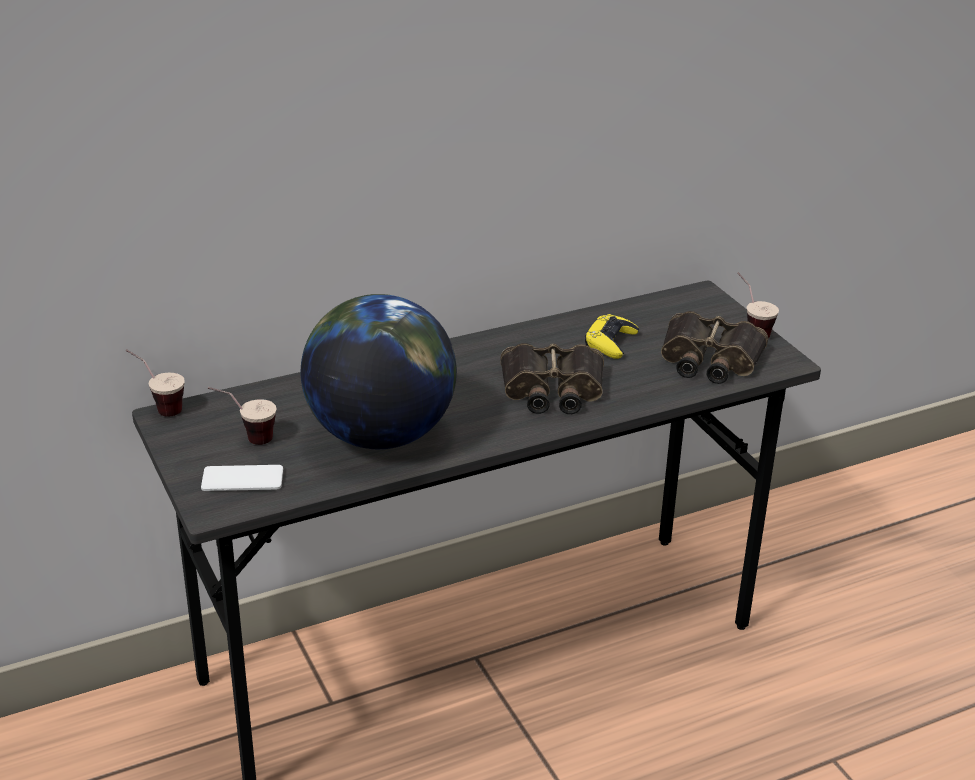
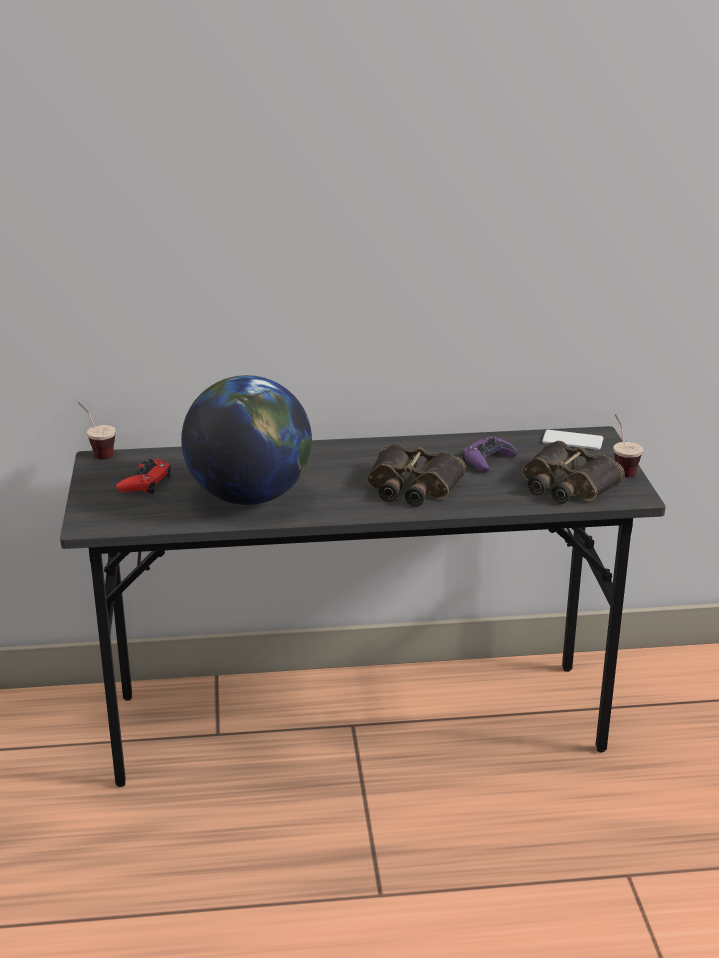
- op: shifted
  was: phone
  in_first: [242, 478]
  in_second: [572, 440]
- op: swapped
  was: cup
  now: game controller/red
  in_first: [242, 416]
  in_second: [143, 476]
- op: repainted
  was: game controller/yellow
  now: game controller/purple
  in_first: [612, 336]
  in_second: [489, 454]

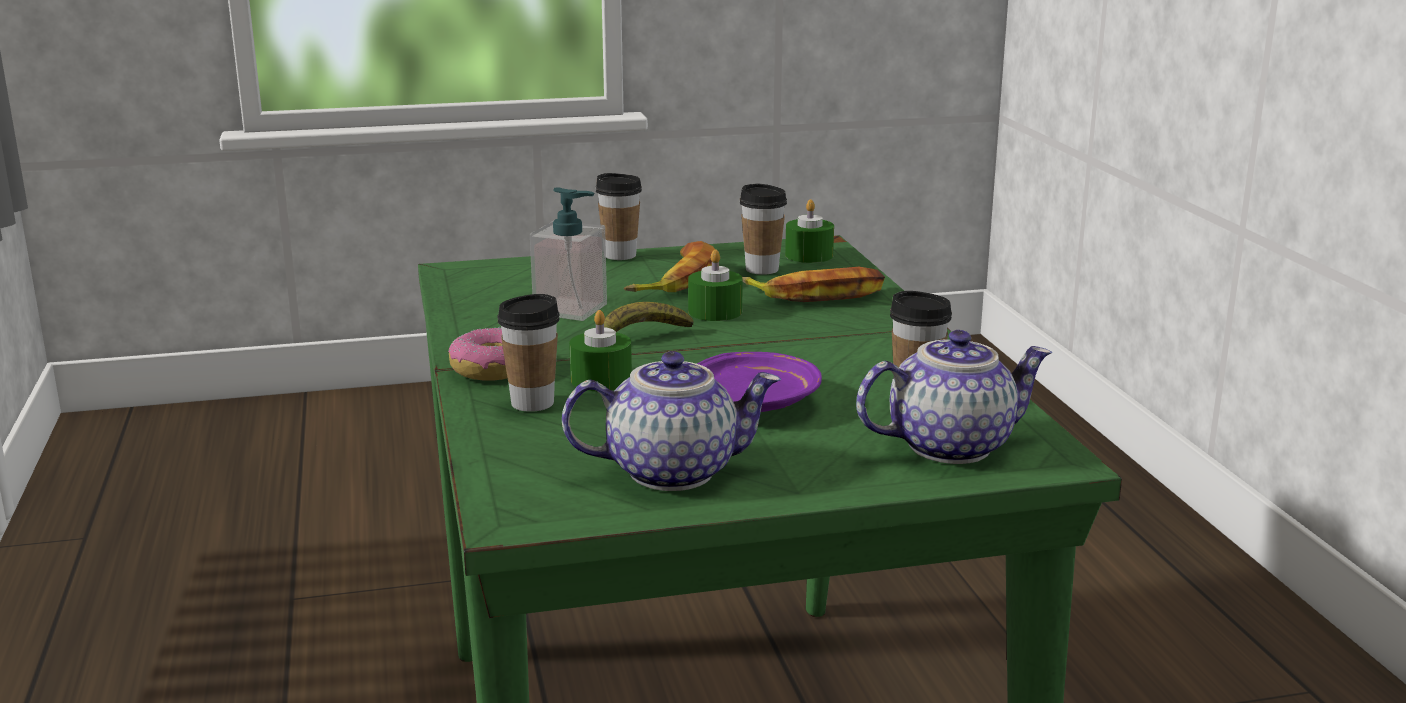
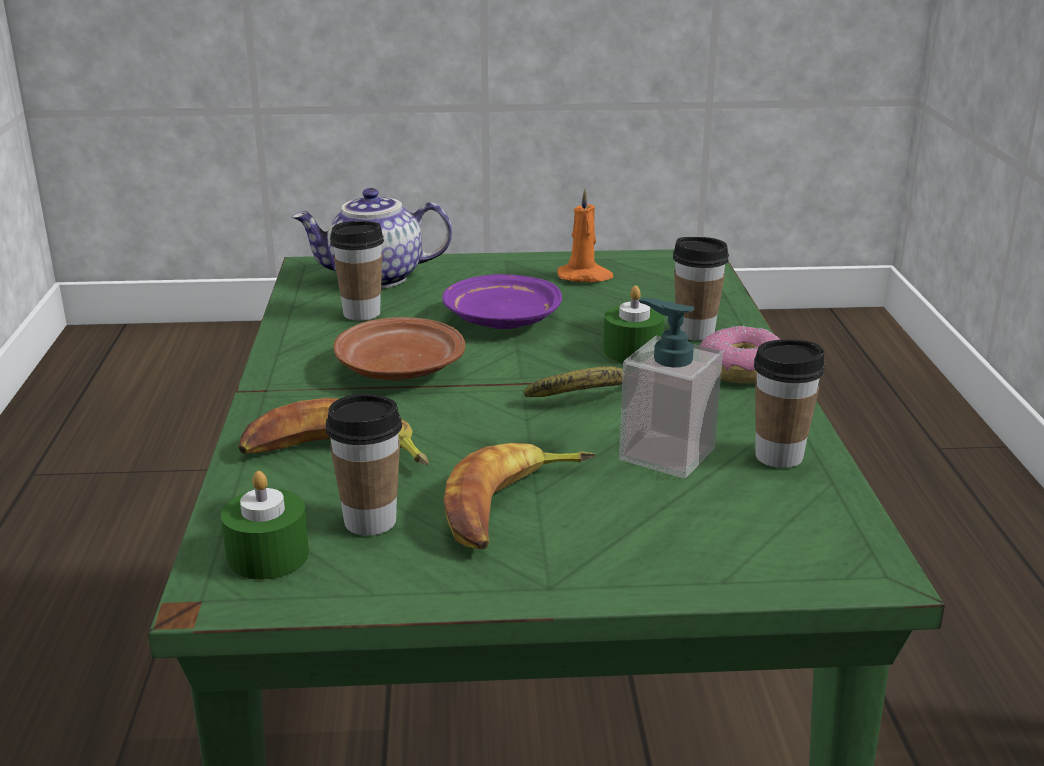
- op: gone
  was: candle/green
  in_first: [715, 285]
- op: new
  now: plate/brown
  in_second: [399, 349]
- op: shifted
  was: cup
  in_first: [619, 216]
  in_second: [789, 404]
- op: swapped
  was: teapot
  now: candle/orange
  in_first: [671, 421]
  in_second: [585, 235]

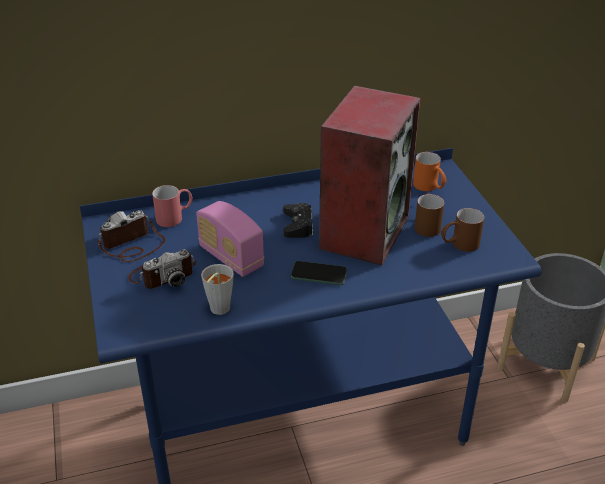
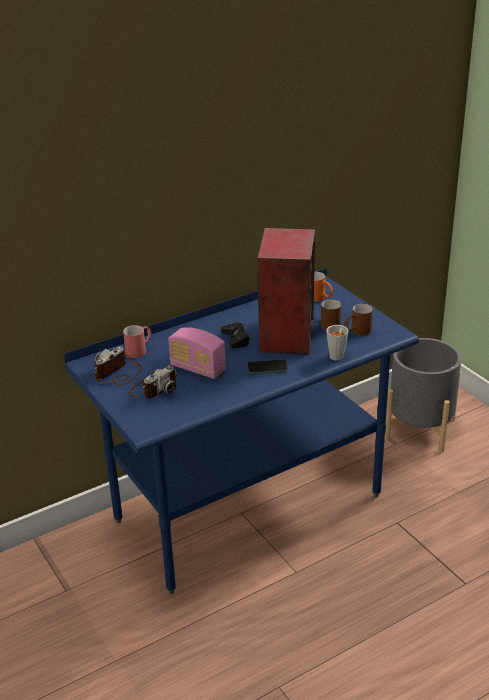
- op: shifted
  was: cup/grey
  in_first: [217, 289]
  in_second: [337, 343]

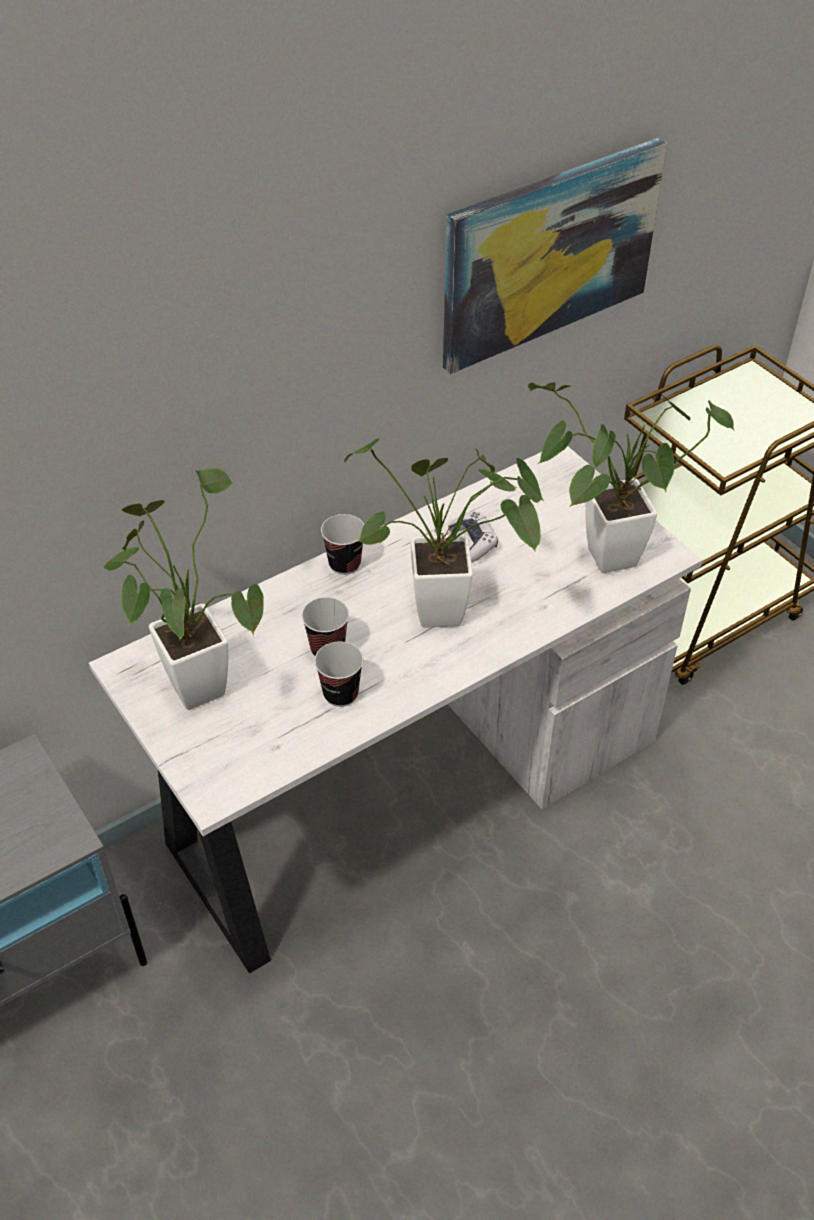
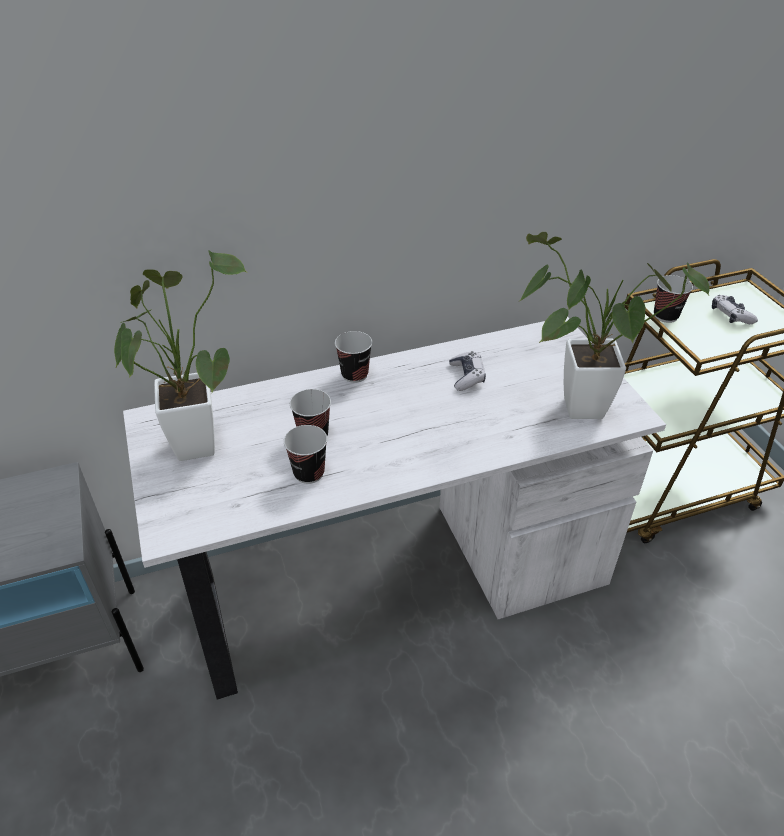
- op: gone
  was: potted plant
  in_first: [444, 533]
- op: gone
  was: picture
  in_first: [555, 256]
- op: new
  now: cup
  in_second: [673, 299]
- op: new
  now: game controller
  in_second: [735, 309]

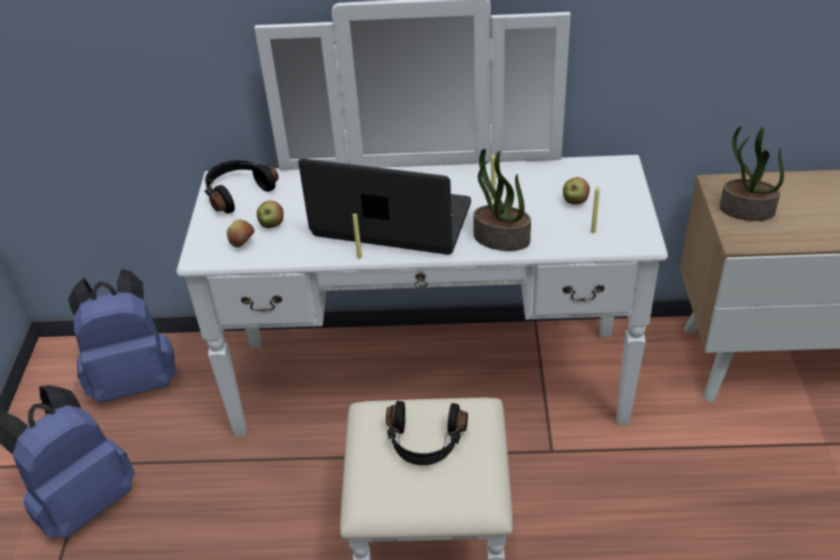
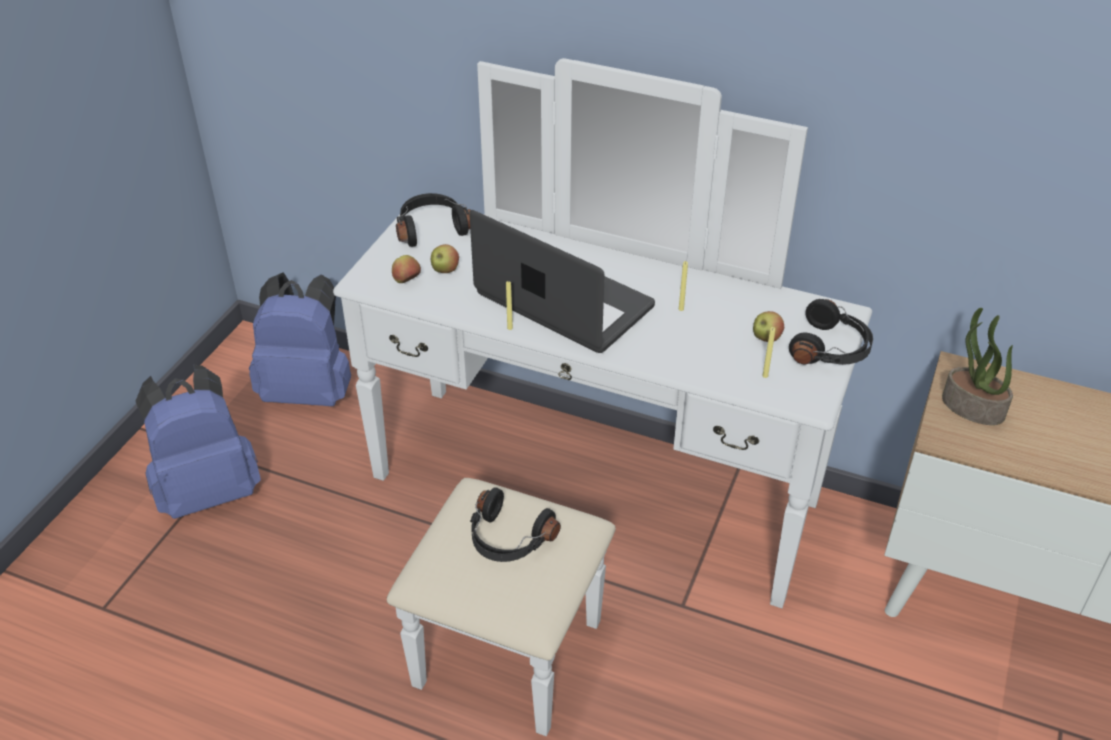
- op: gone
  was: potted plant
  in_first: [502, 200]
- op: new
  now: headphones/black
  in_second: [831, 332]

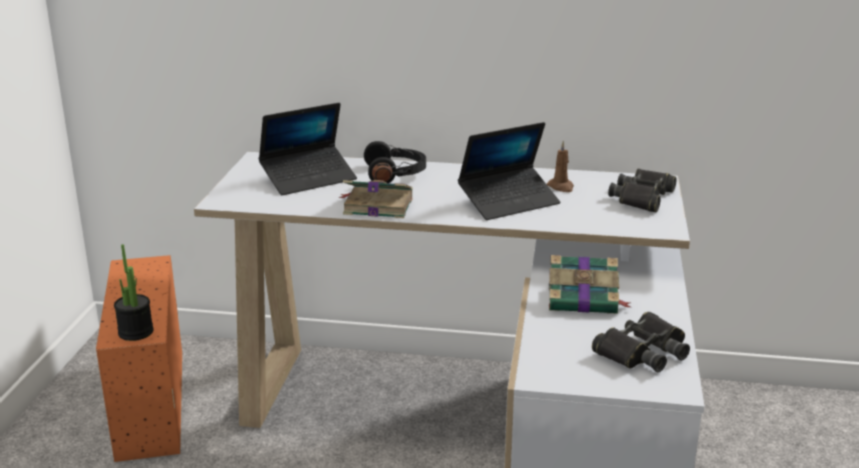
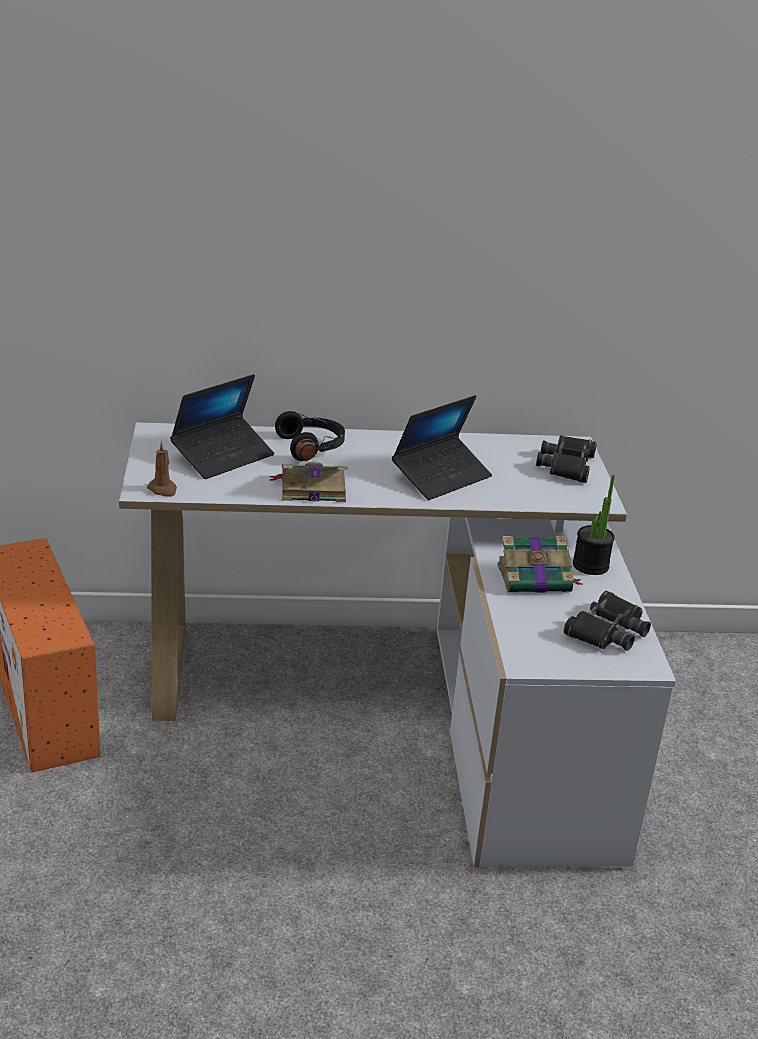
- op: shifted
  was: potted plant
  in_first: [134, 292]
  in_second: [594, 525]
- op: shifted
  was: candle/brown
  in_first: [560, 166]
  in_second: [162, 469]

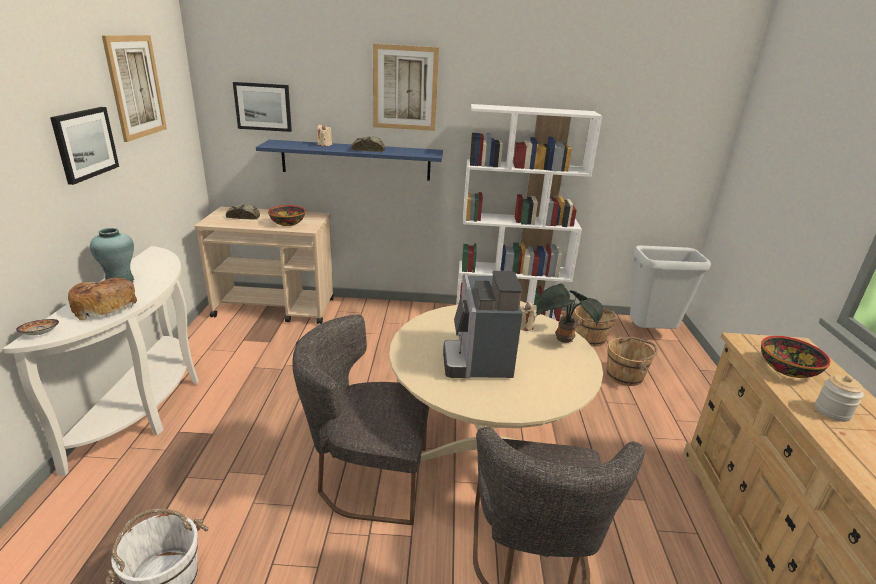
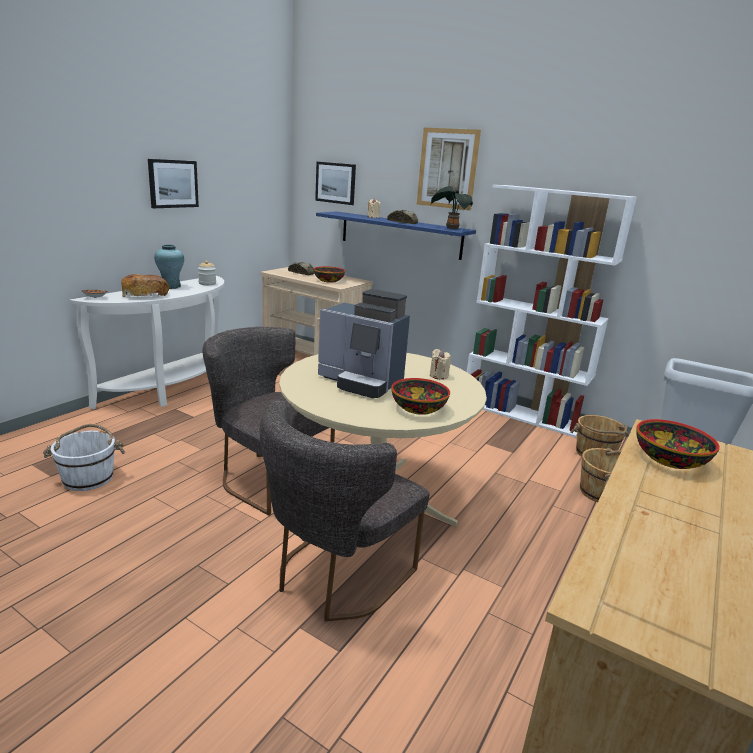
- op: gone
  was: picture
  in_first: [134, 88]
- op: new
  now: bowl
  in_second: [420, 396]
- op: shifted
  was: potted plant
  in_first: [570, 313]
  in_second: [451, 208]
- op: shifted
  was: jar
  in_first: [839, 398]
  in_second: [207, 273]
- op: rotated
  was: coffee machine
  in_first: [482, 324]
  in_second: [364, 344]
  clockwise: -90

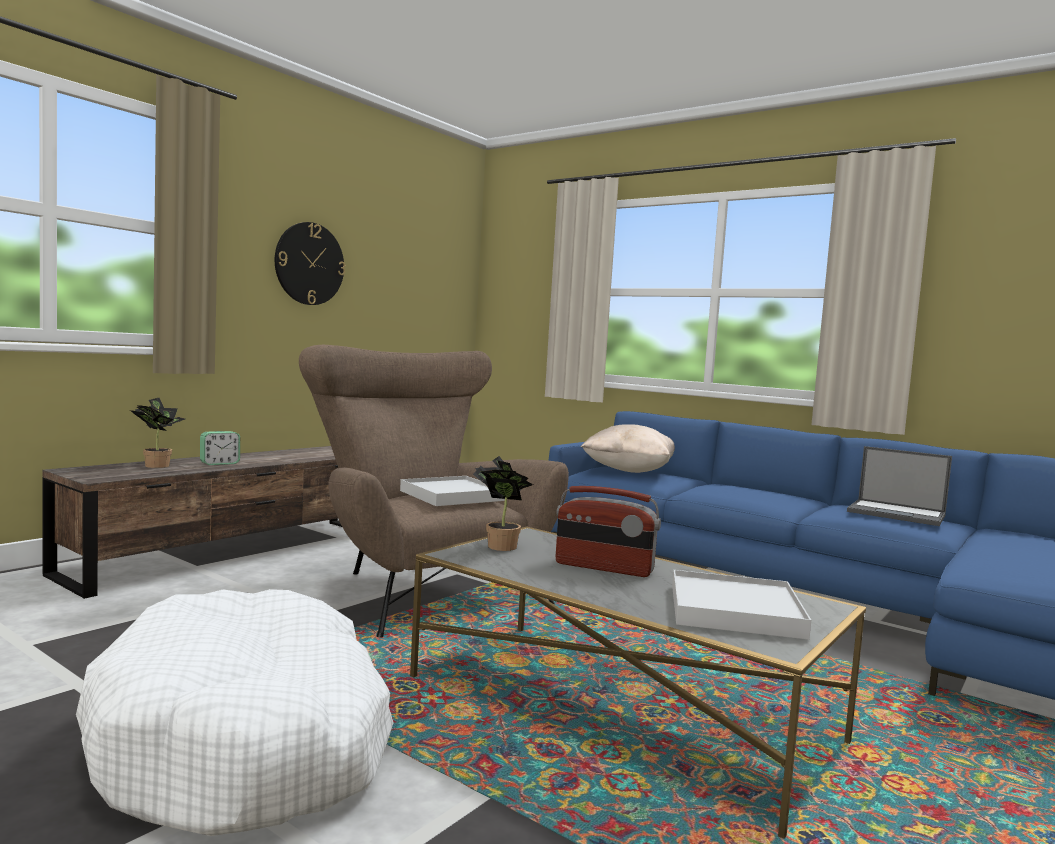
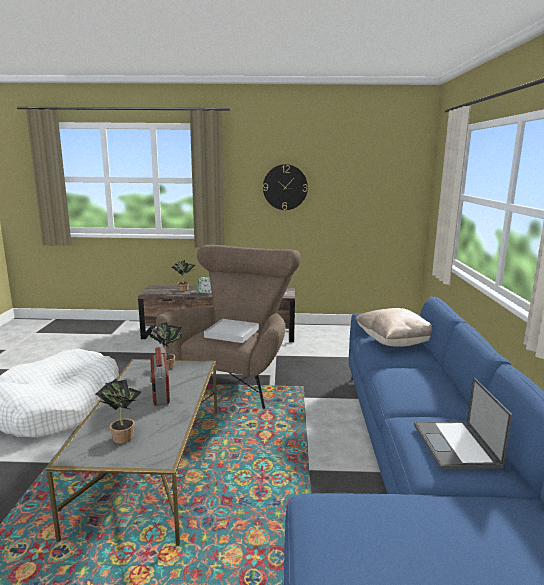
- op: swapped
  was: tray/white
  now: potted plant
  in_first: [741, 605]
  in_second: [118, 411]

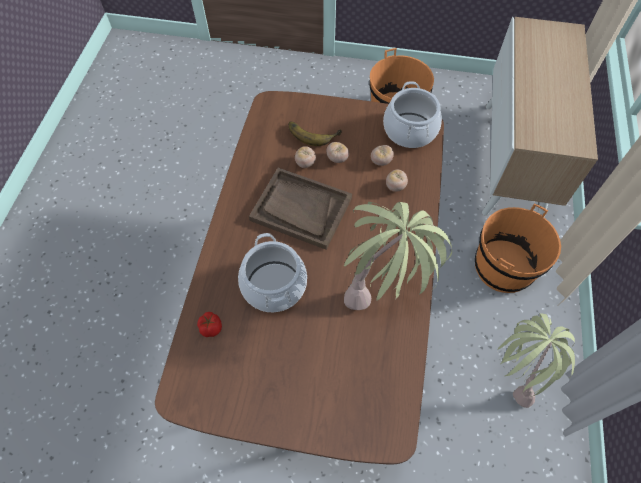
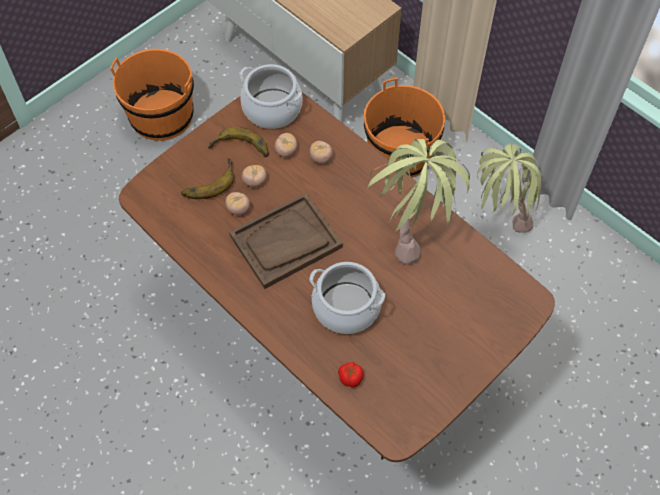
- op: new
  now: banana
  in_second: [238, 142]

